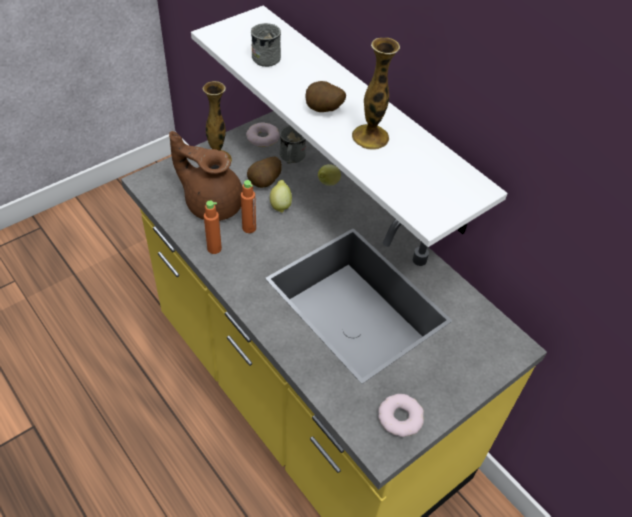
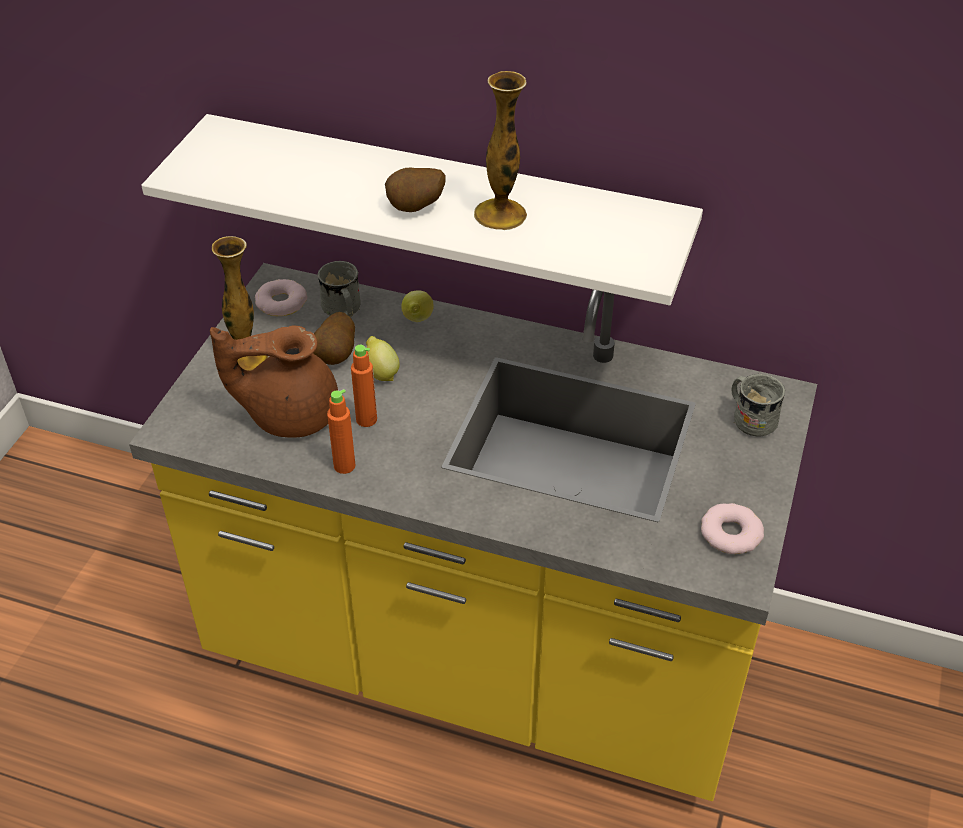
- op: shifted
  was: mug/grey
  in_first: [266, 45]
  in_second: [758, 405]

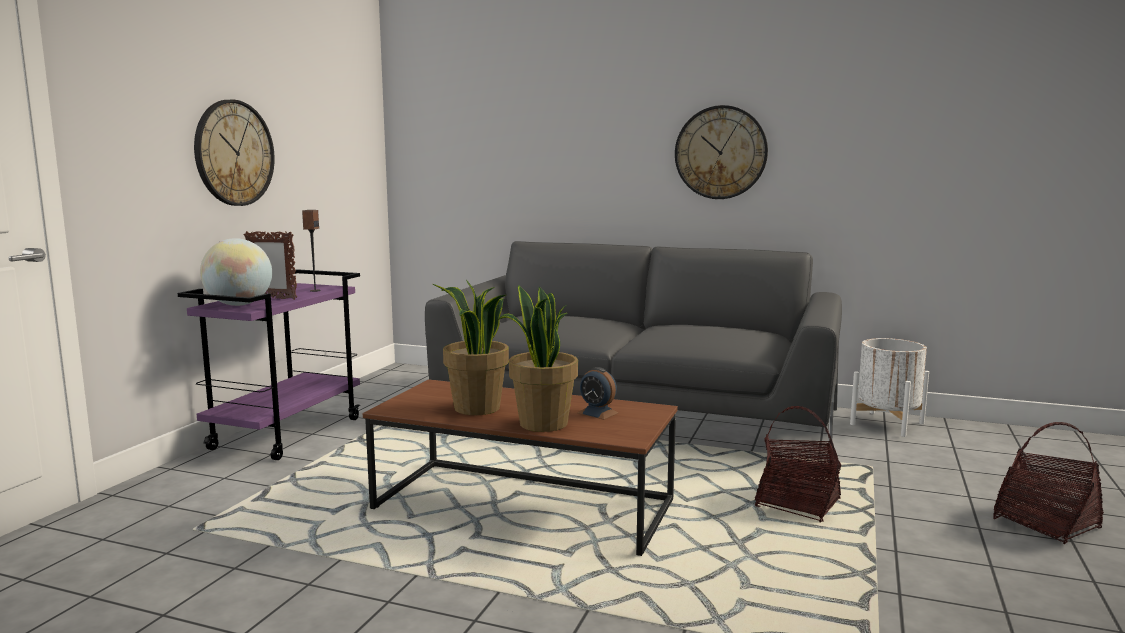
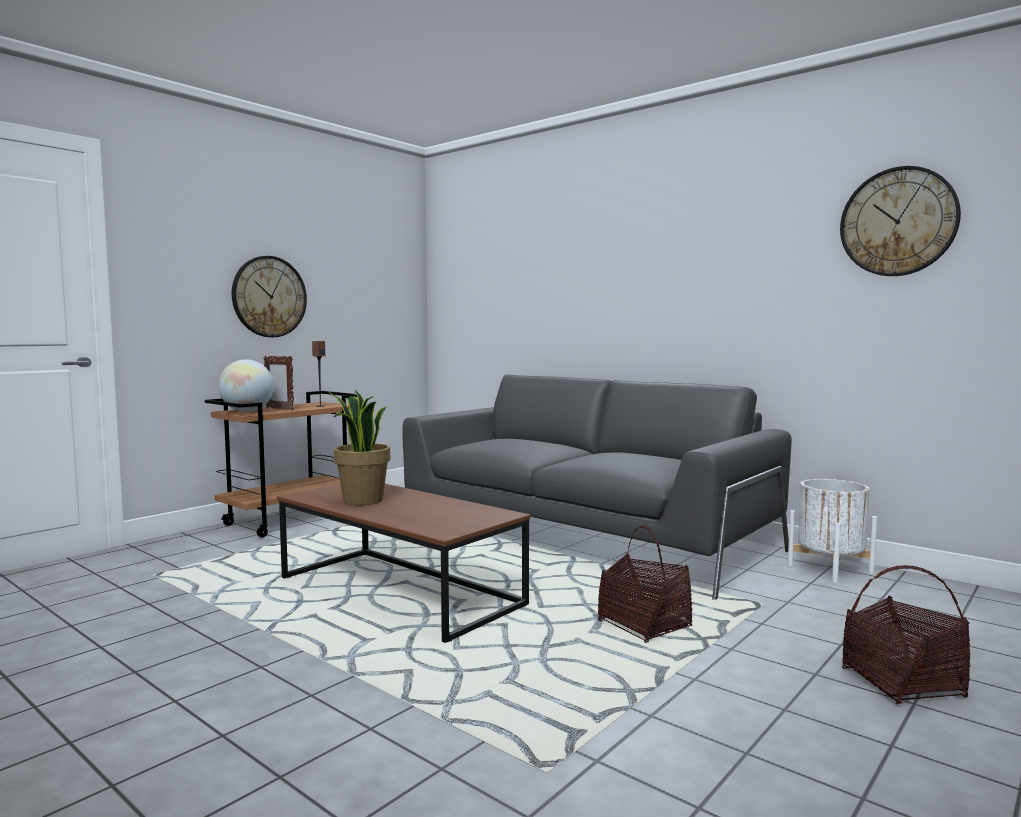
- op: gone
  was: potted plant
  in_first: [538, 358]
- op: gone
  was: alarm clock
  in_first: [598, 393]
- op: shifted
  was: wall clock
  in_first: [721, 152]
  in_second: [900, 221]
- op: repainted
  was: cart/purple
  now: cart/brown
  in_first: [269, 364]
  in_second: [281, 464]

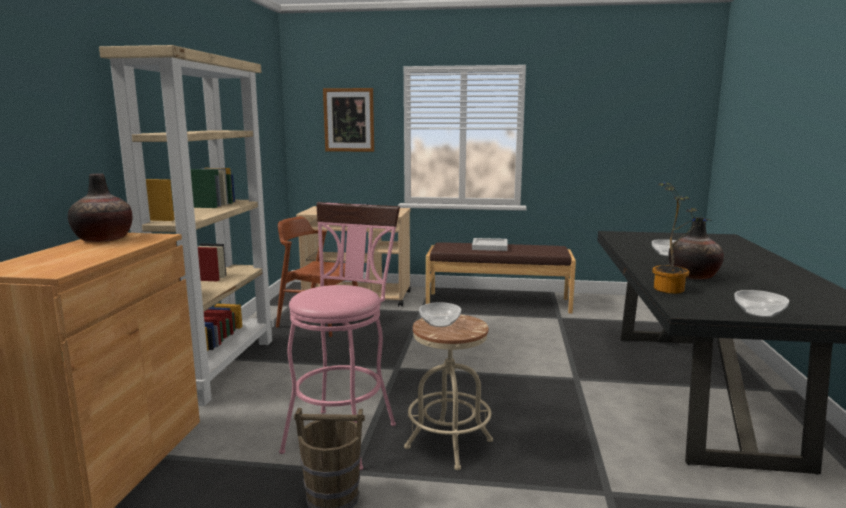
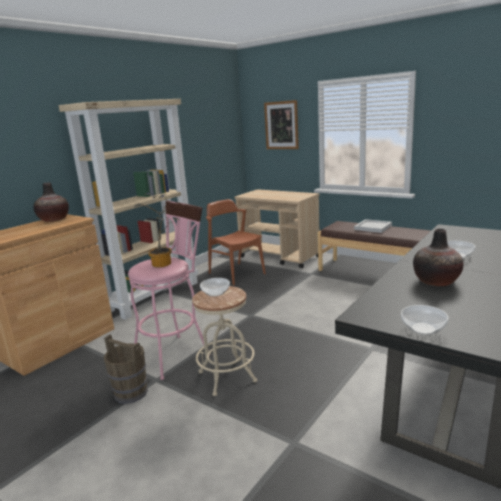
- op: shifted
  was: potted plant
  in_first: [681, 238]
  in_second: [157, 230]

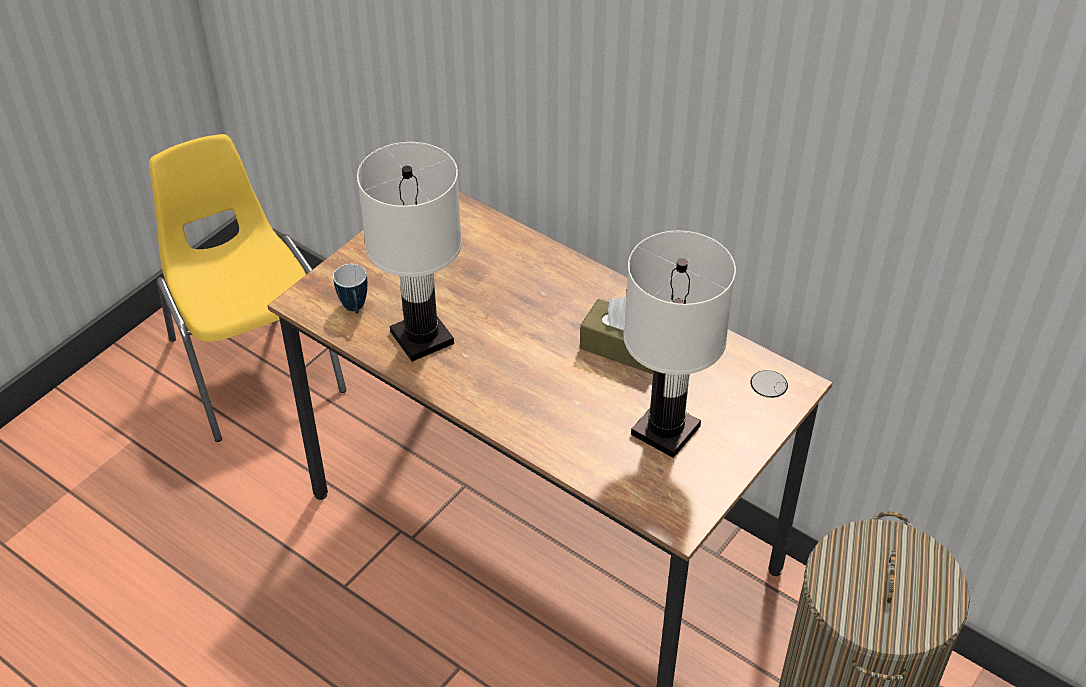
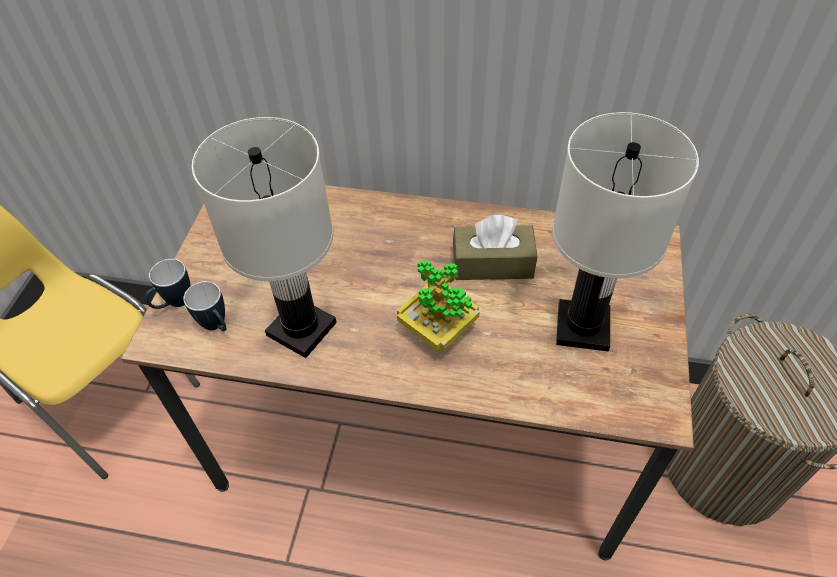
- op: new
  now: mug
  in_second: [168, 284]
- op: new
  now: potted plant
  in_second: [438, 306]

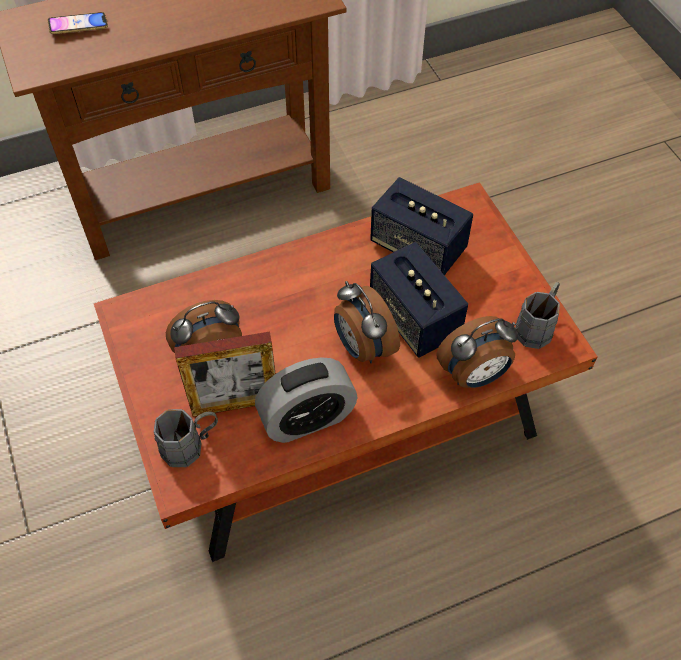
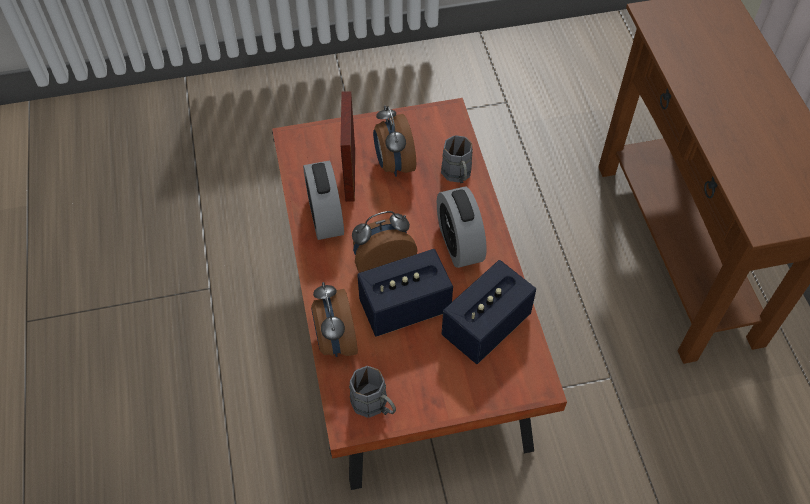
- op: gone
  was: phone
  in_first: [77, 23]
- op: new
  now: alarm clock
  in_second: [462, 227]
- op: shifted
  was: mug/grey
  in_first: [186, 438]
  in_second: [457, 159]

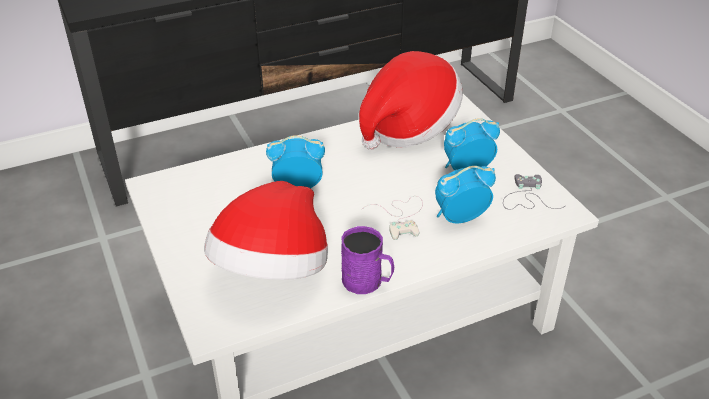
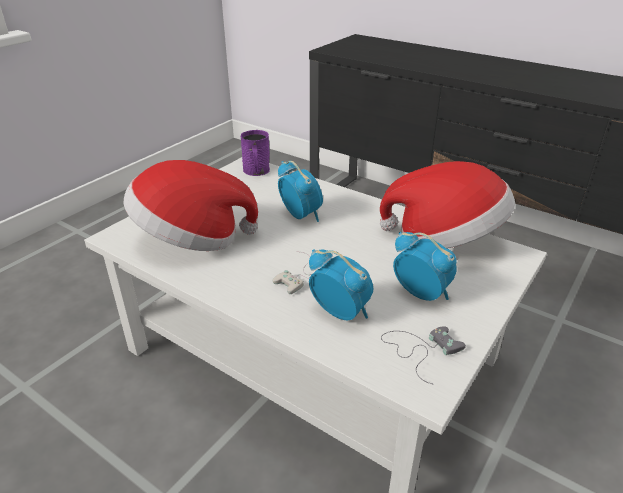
- op: shifted
  was: mug/purple
  in_first: [367, 260]
  in_second: [255, 153]

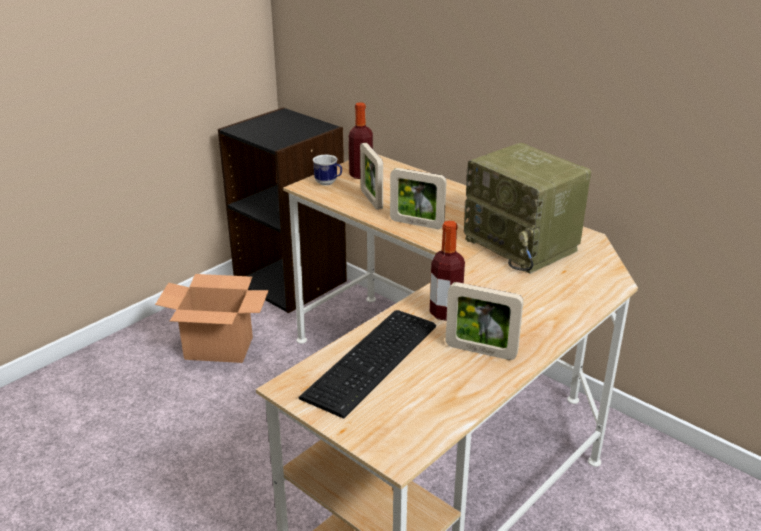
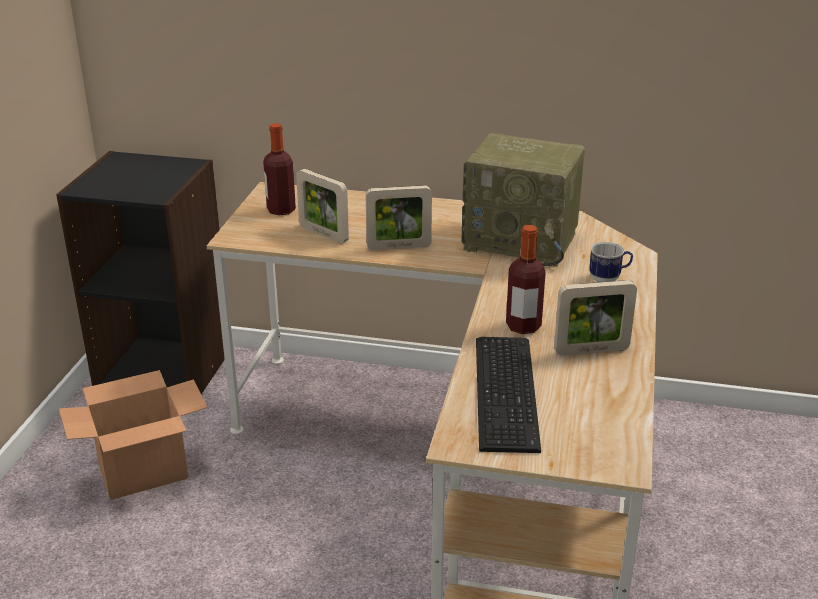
- op: shifted
  was: mug
  in_first: [327, 170]
  in_second: [611, 262]

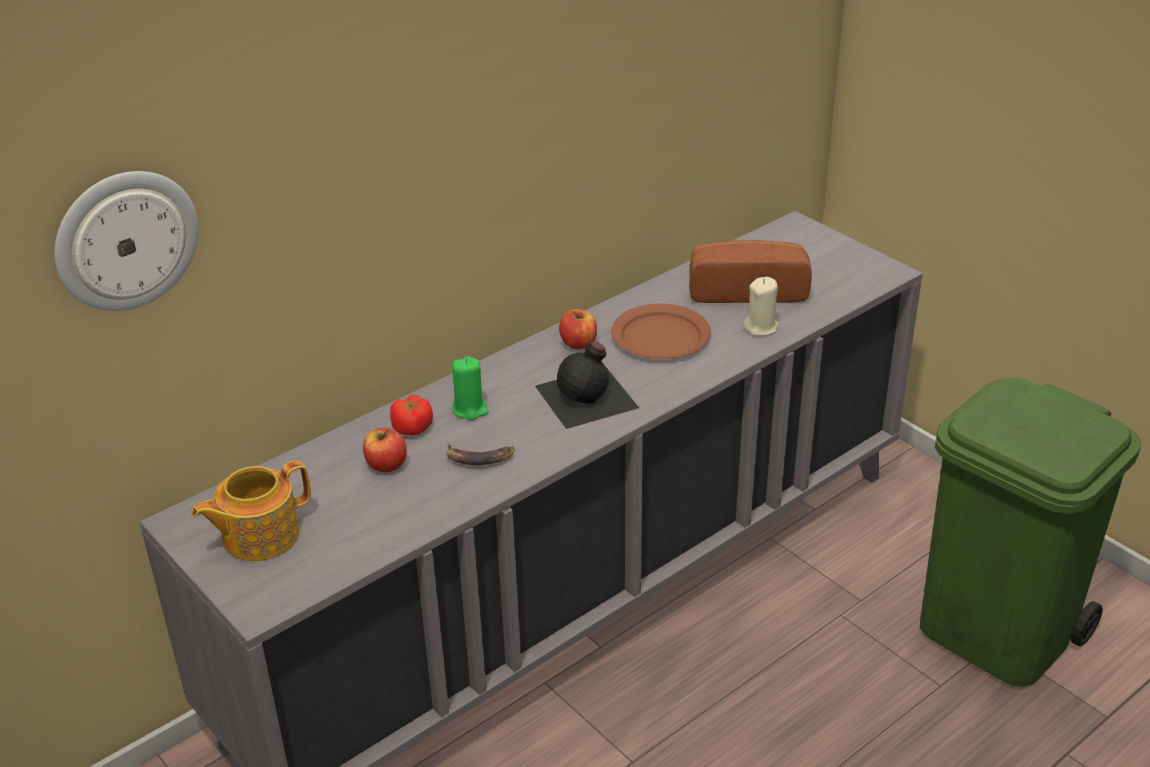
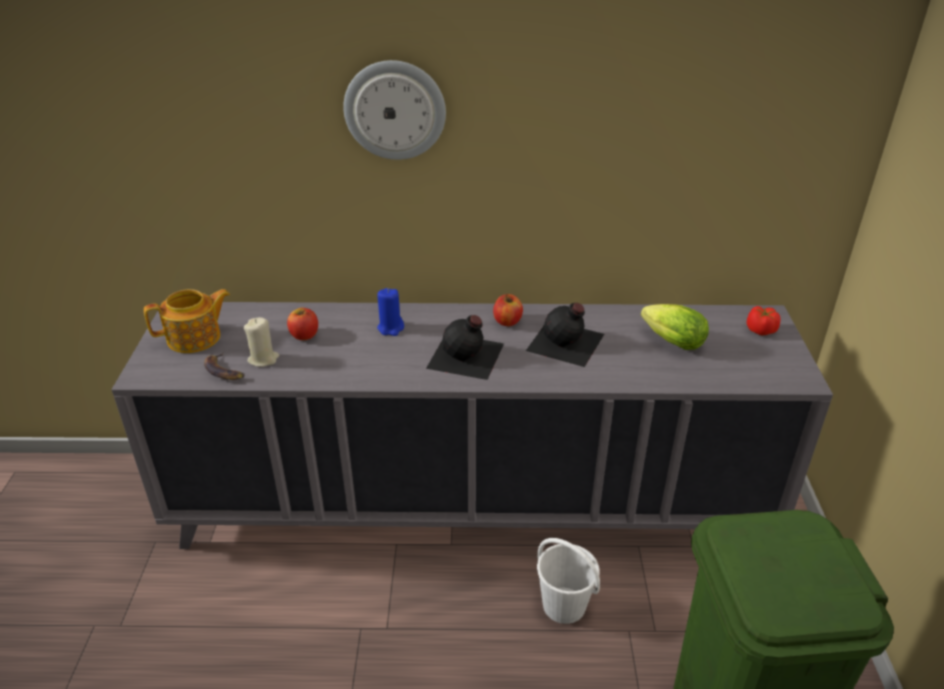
- op: new
  now: bucket/white
  in_second: [568, 581]
- op: shifted
  was: wall clock
  in_first: [127, 241]
  in_second: [394, 110]
- op: shifted
  was: tomato
  in_first: [411, 415]
  in_second: [763, 320]
- op: shifted
  was: banana
  in_first: [481, 454]
  in_second: [224, 366]
- op: shifted
  was: candle/beige
  in_first: [760, 306]
  in_second: [261, 342]
- op: swapped
  was: plate/brown
  now: bottle/black
  in_first: [661, 331]
  in_second: [565, 335]
- op: swapped
  was: bread
  now: lettuce
  in_first: [750, 271]
  in_second: [675, 327]
- op: repainted
  was: candle/green
  now: candle/blue
  in_first: [470, 388]
  in_second: [390, 312]
- op: rotated
  was: teapot
  in_first: [251, 510]
  in_second: [187, 321]
  clockwise: 150

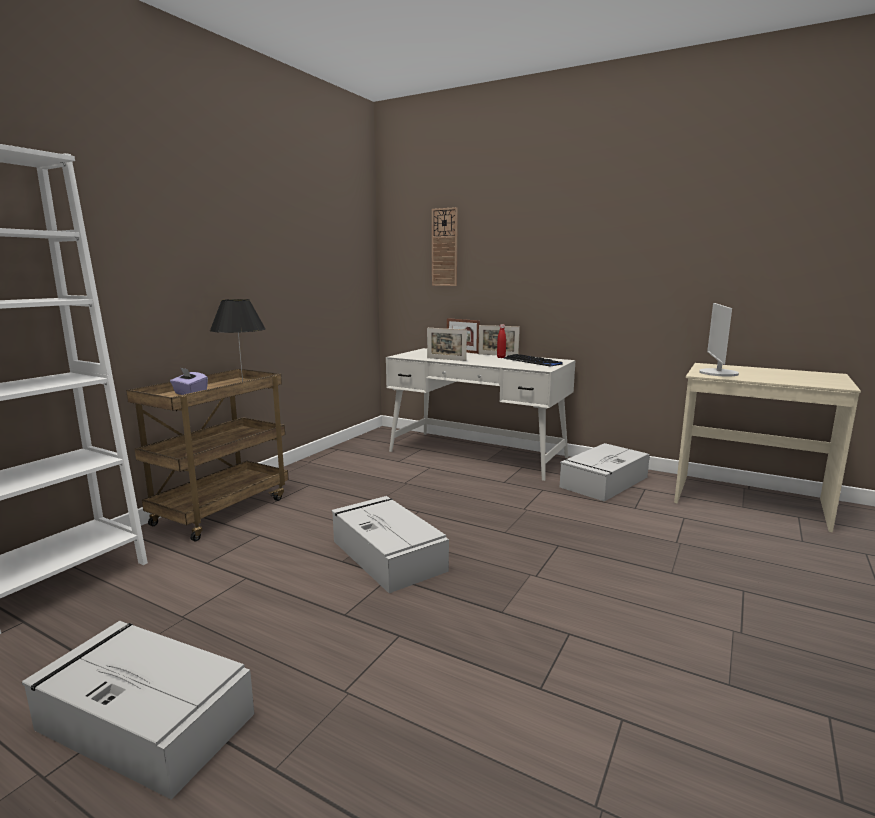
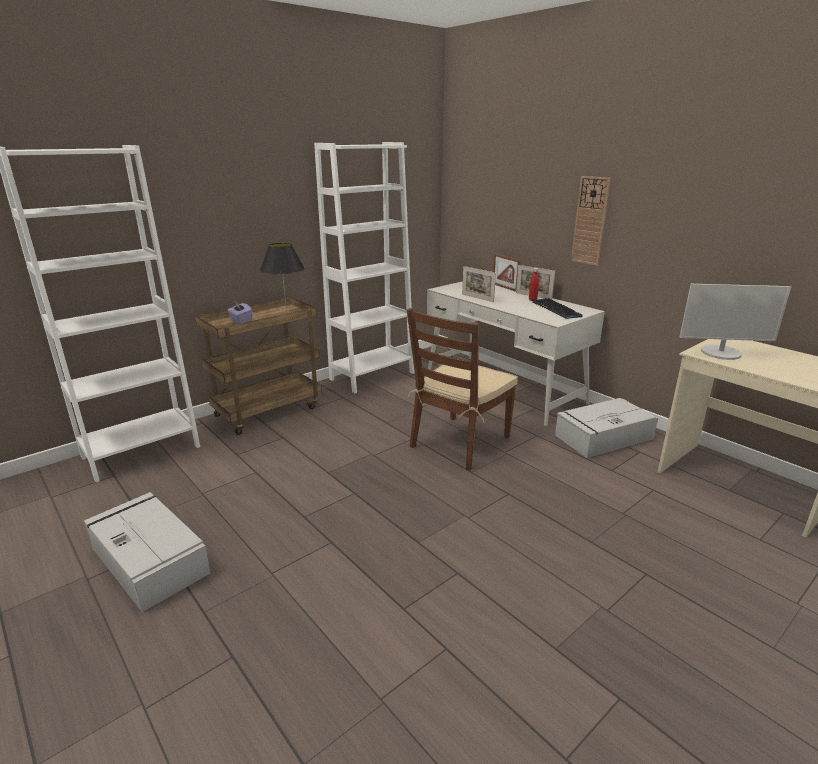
- op: gone
  was: storage box/grey
  in_first: [390, 544]
- op: new
  now: bookcase/white
  in_second: [364, 267]
- op: new
  now: chair/brown
  in_second: [462, 389]
- op: shifted
  was: wall clock
  in_first: [445, 246]
  in_second: [591, 221]
- op: rotated
  was: monitor
  in_first: [719, 340]
  in_second: [735, 322]
  clockwise: -120

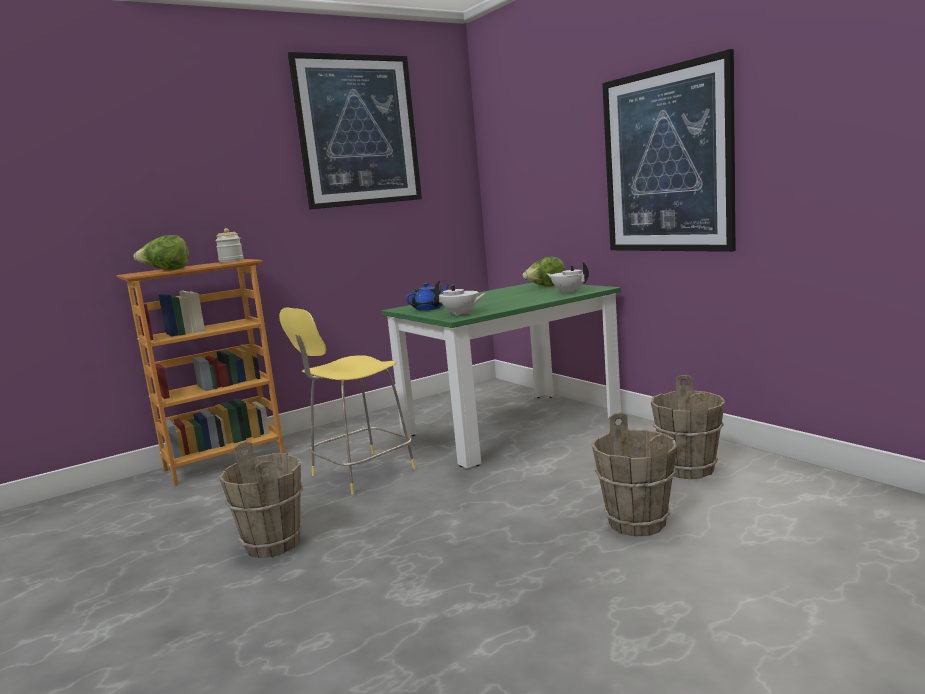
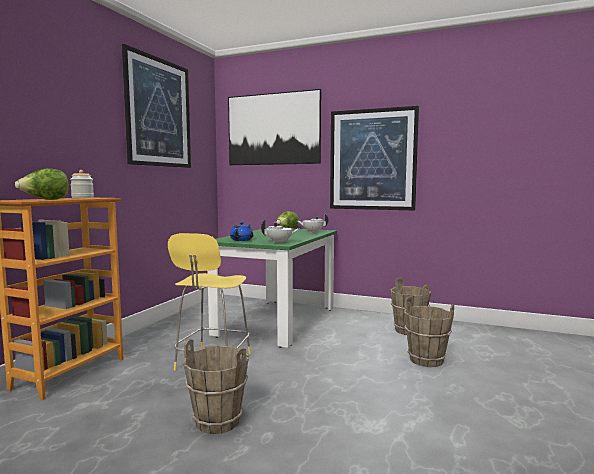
- op: new
  now: picture
  in_second: [274, 127]

